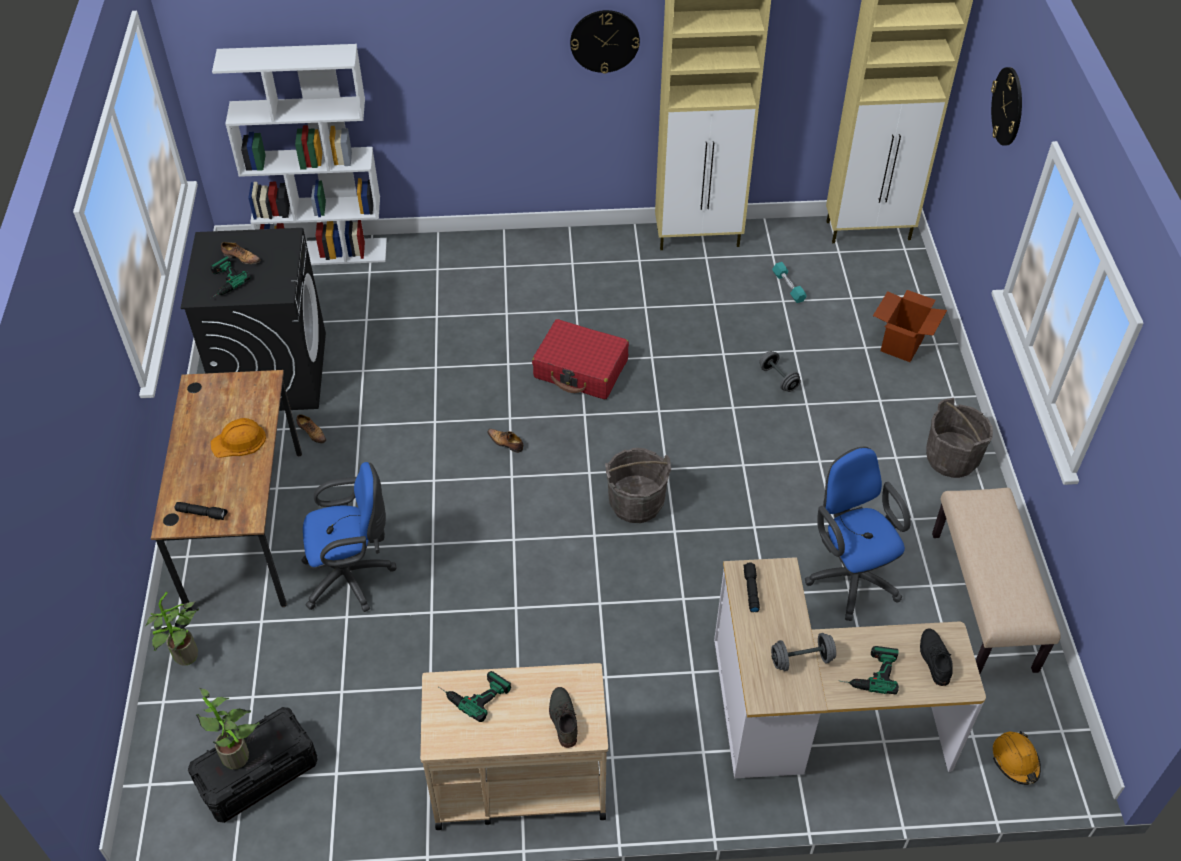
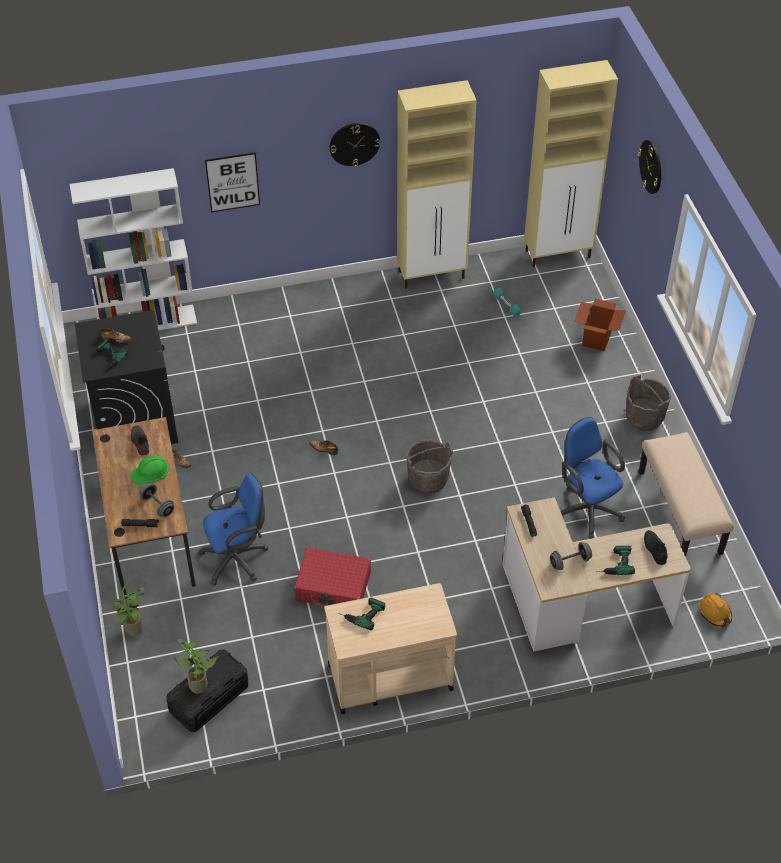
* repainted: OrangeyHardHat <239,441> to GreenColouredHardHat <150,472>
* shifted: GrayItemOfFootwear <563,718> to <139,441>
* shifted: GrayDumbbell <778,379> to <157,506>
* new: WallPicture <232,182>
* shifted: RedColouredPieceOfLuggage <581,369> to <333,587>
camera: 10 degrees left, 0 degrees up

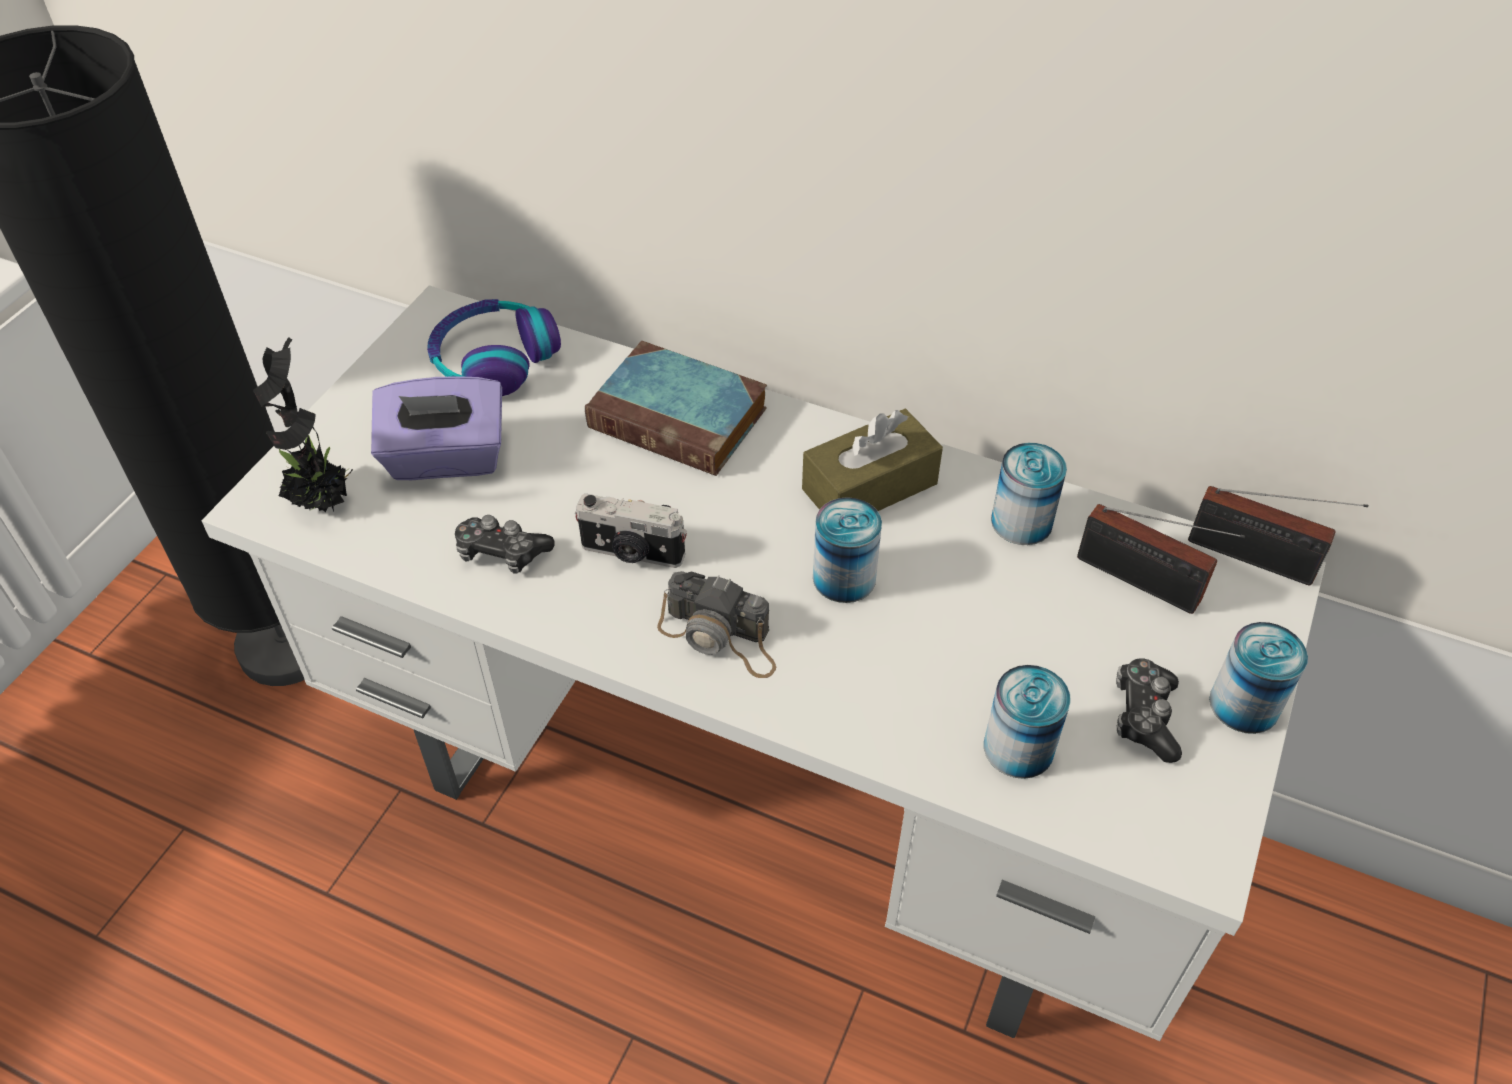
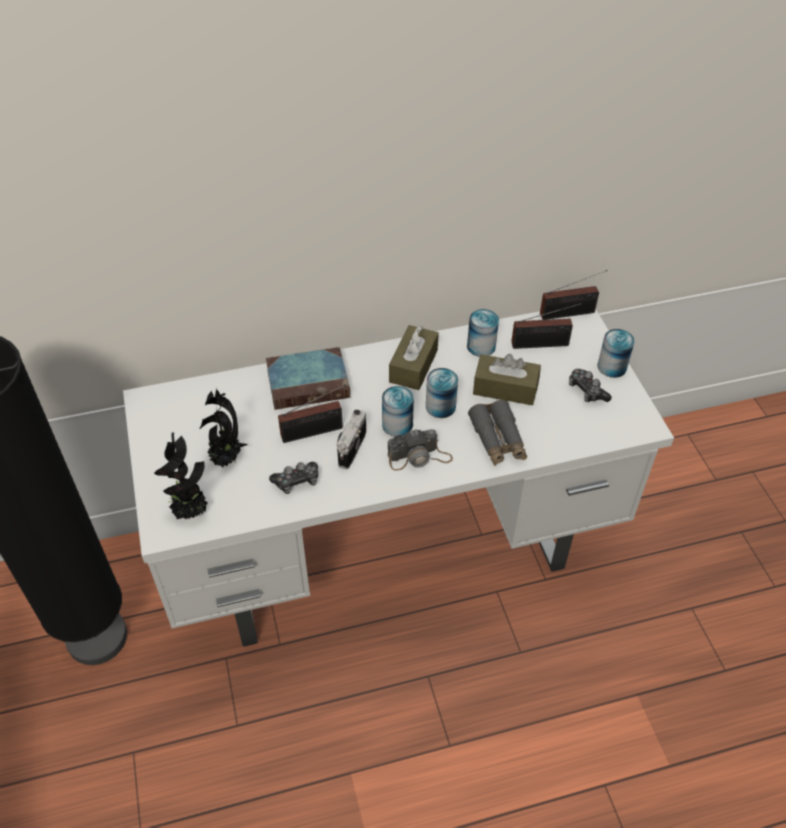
* swapped: PurpleTissueHolder <446,458> to PottedPlant <226,459>
* new: RadioSet <315,431>
* rotated: StillCamera <632,553> = <350,448> 135 degrees clockwise
* shifted: SealedCan <1018,748> to <397,425>
* new: GrayFieldGlasses <498,440>
* new: BrownColouredTissueHolder <505,388>
* gone: PairOfHeadphones <494,359>
camera: 40 degrees left, 0 degrees up

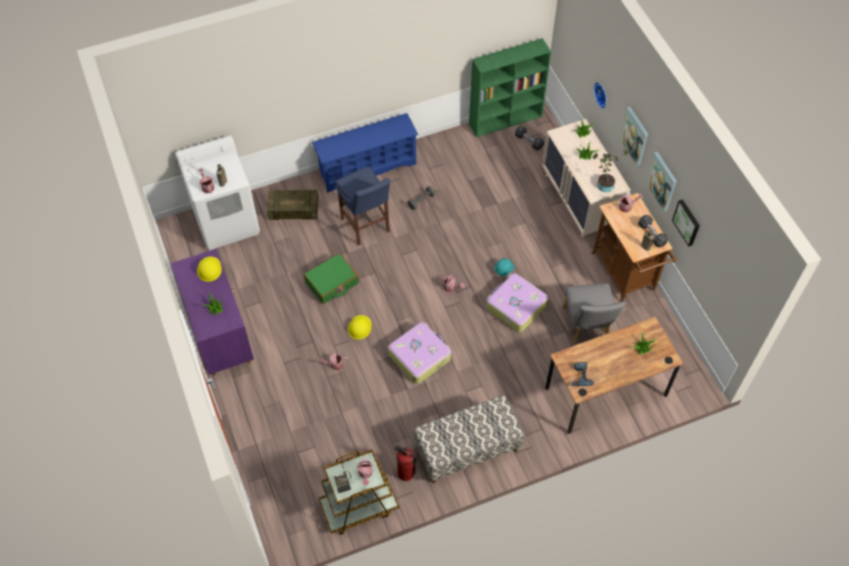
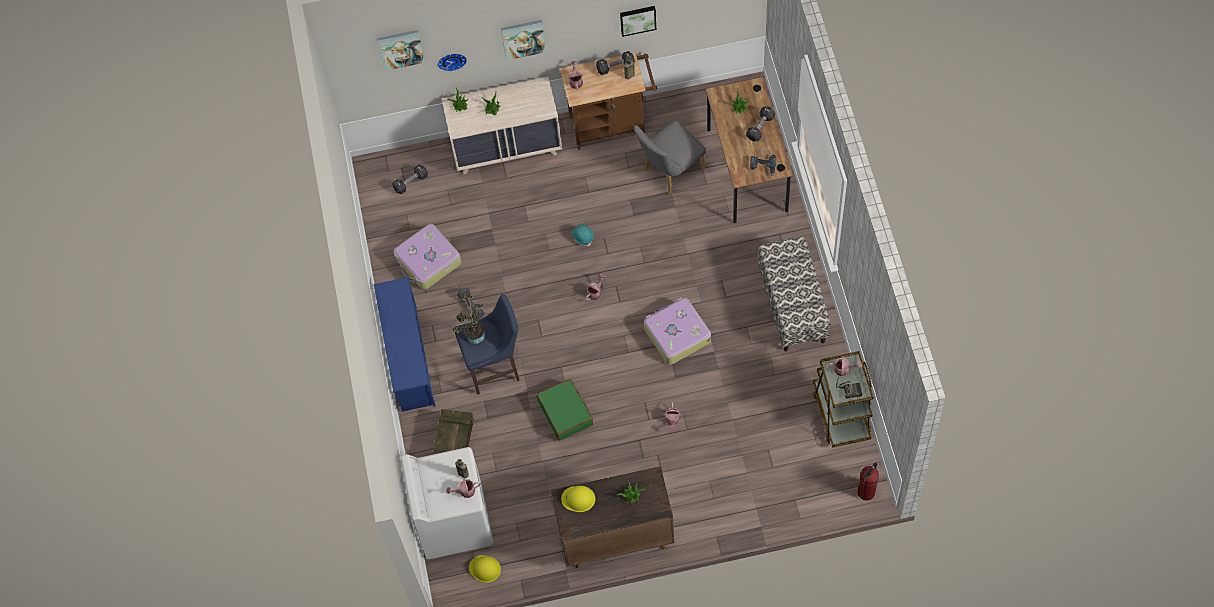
* shifted: WallPicture <662,181> to <401,49>
* shifted: PieceOfLuggage <515,306> to <428,262>
* shifted: PottedPlant <603,184> to <473,336>
* shifted: YellowishHardHat <359,327> to <485,568>
* repainted: PurpleCupboard <220,336> to BrownColouredCupboard <615,537>
* rotated: GrayChair <587,327> = <670,171> 135 degrees clockwise
* new: BlackishDumbbell <760,127>
* shifted: Extinguisher <406,473> to <866,492>
* gone: GreenColouredShelvingUnit <506,119>
camera: 75 degrees left, 5 degrees up

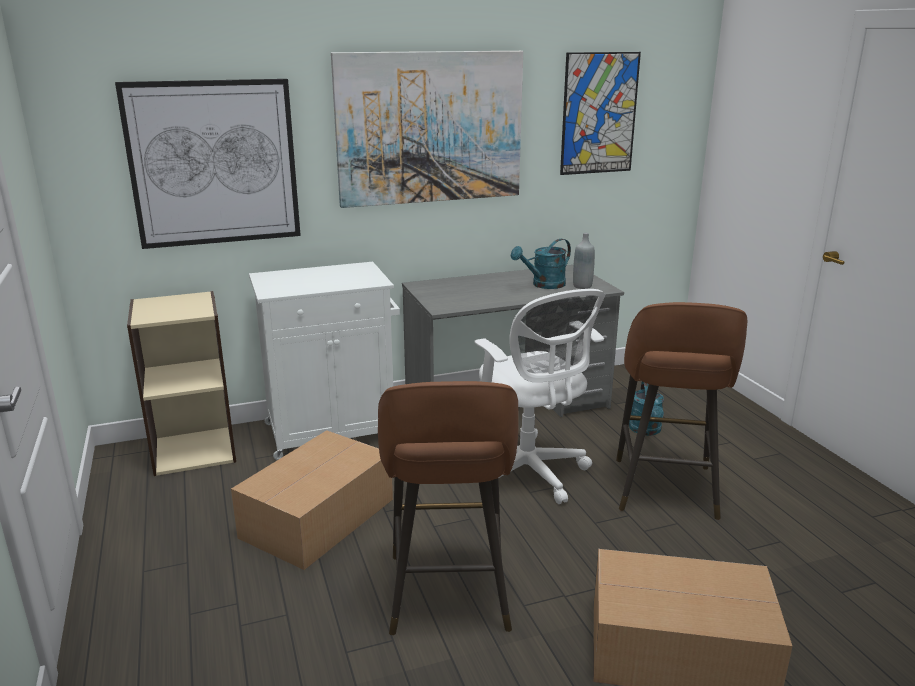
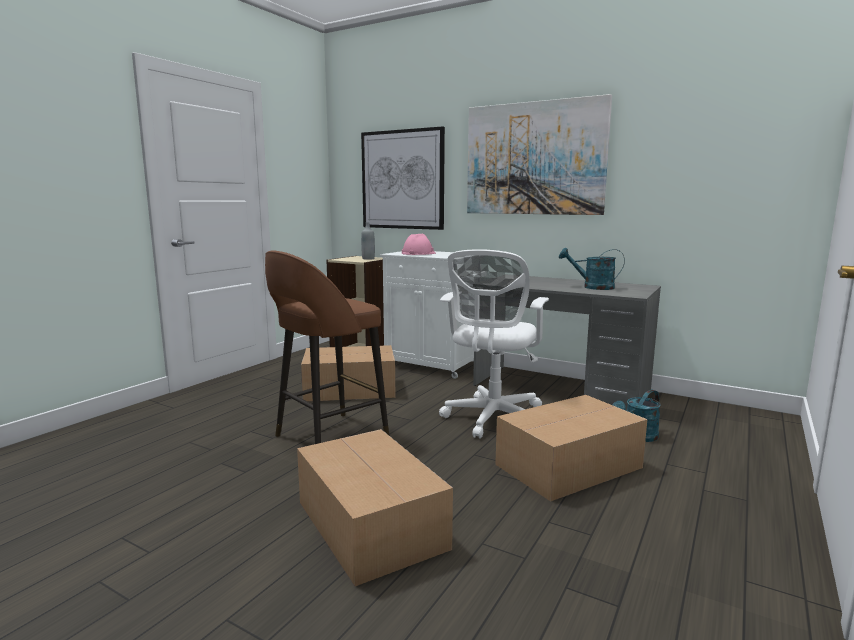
* shifted: GrayDrinkBottle <582,286> to <368,258>
* new: PinkHardHat <418,253>
* swapped: BrownColouredStoolSeat <665,490> to Carton <566,466>
* gone: WallPicture <599,114>
camera: 50 degrees right, 10 degrees down

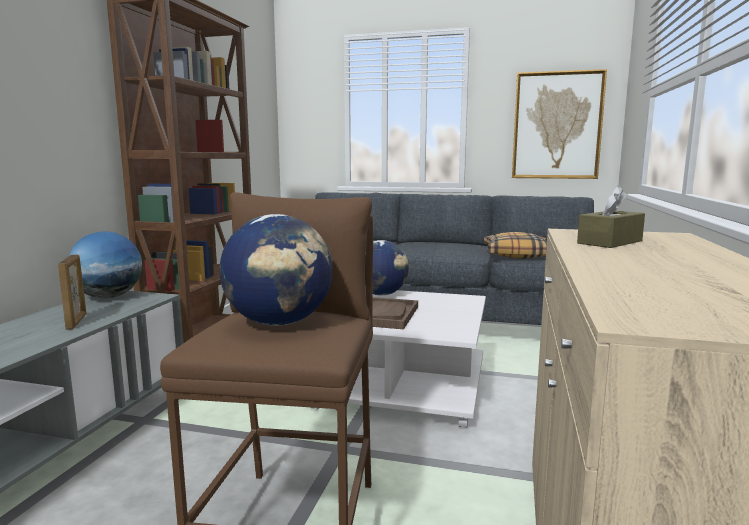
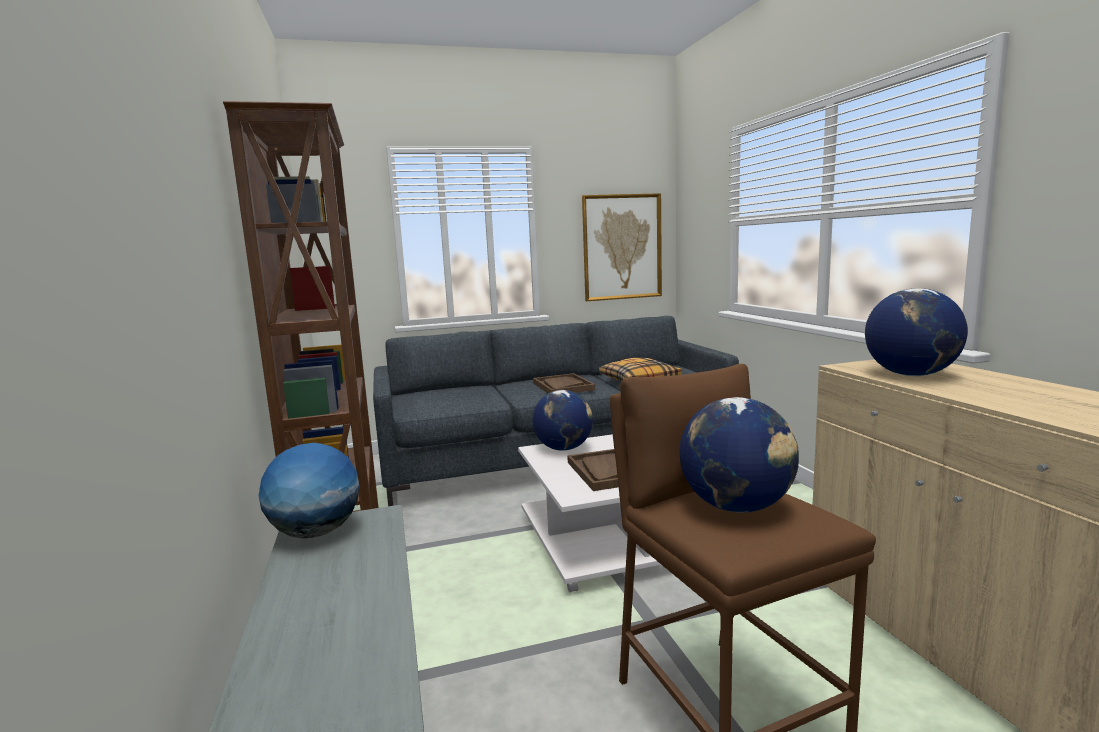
* new: BrownColouredServingTray <563,386>
* swapped: BrownColouredTissueHolder <610,242> to DeskGlobe <911,375>
* gone: StandingFrame <76,322>
camera: 30 degrees left, 0 degrees up

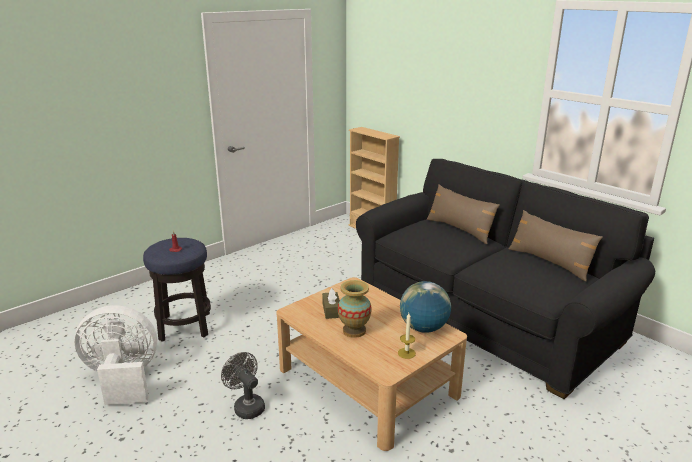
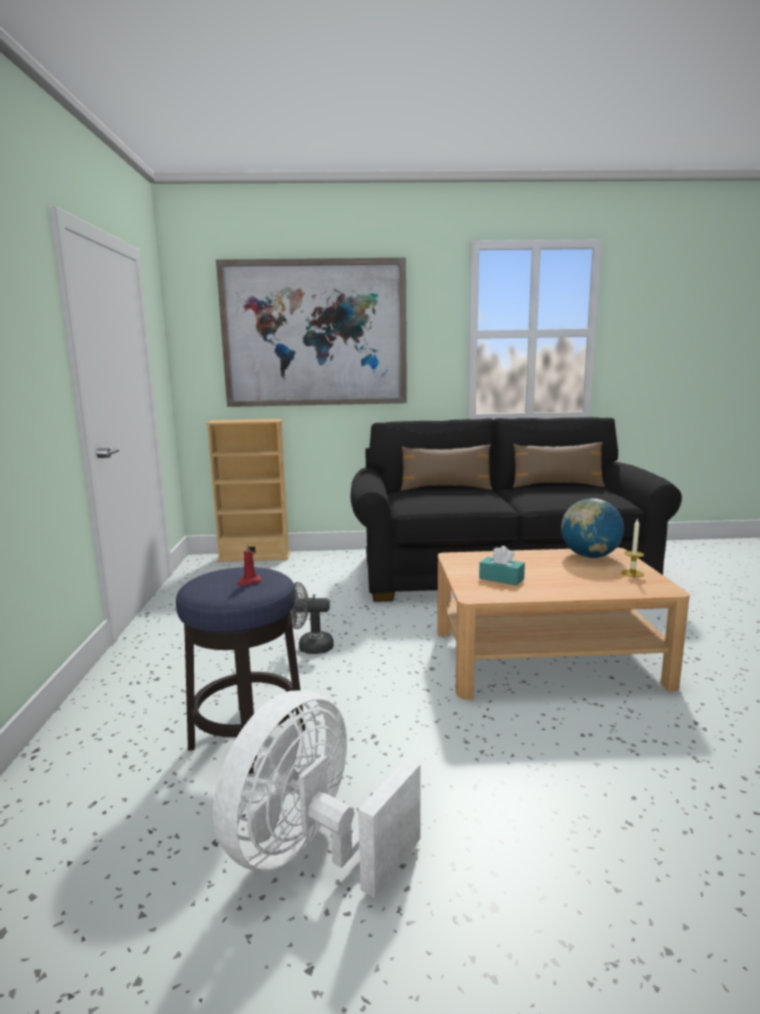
* new: WallPicture <315,334>
* shifted: GrayCoolingFan <246,406> to <309,647>
* repainted: BrownColouredTissueHolder <331,310> to TurquoiseColouredTissueHolder <501,578>
* gone: Vase <354,331>
camera: 50 degrees left, 10 degrees down

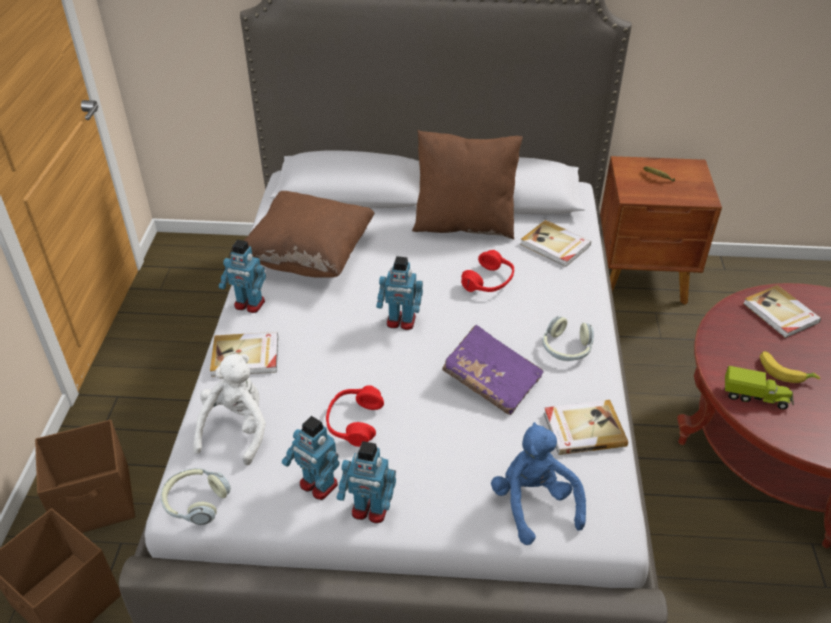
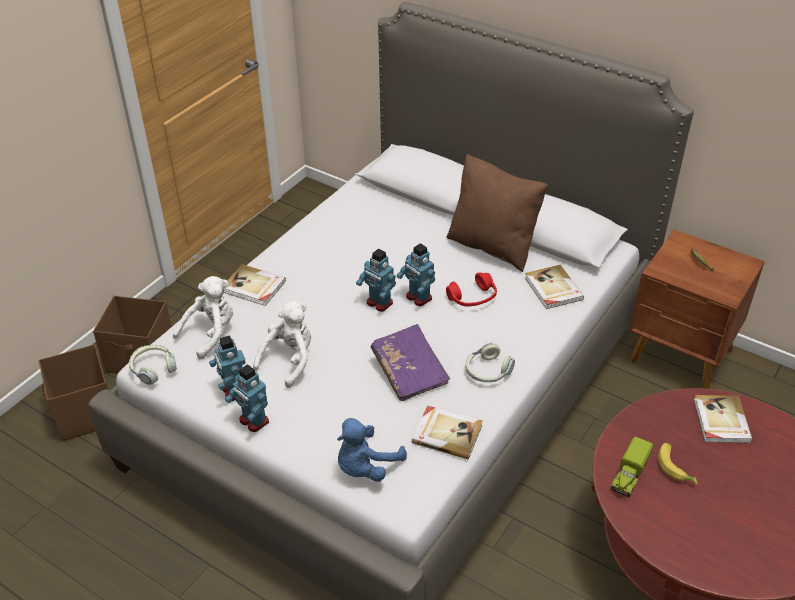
* swapped: RedColouredPairOfHeadphones <354,422> to WhiteColouredPlushToy <289,360>
* rotated: BluishPlushToy <534,503> = <366,467> 150 degrees counterclockwise
* shifted: RobotFigure <249,304> to <418,298>
* rotated: ModelTruck <756,397> = <629,476> 75 degrees clockwise
* gone: BrownColouredThrowPillow <309,257>
camera: 30 degrees right, 0 degrees up

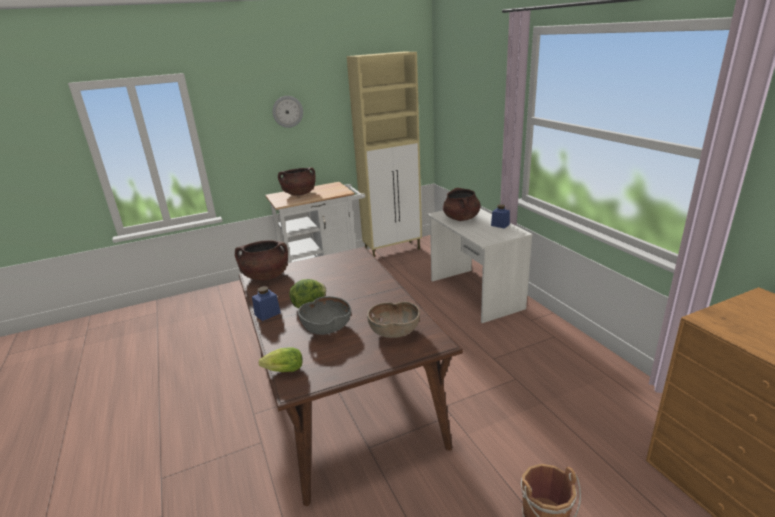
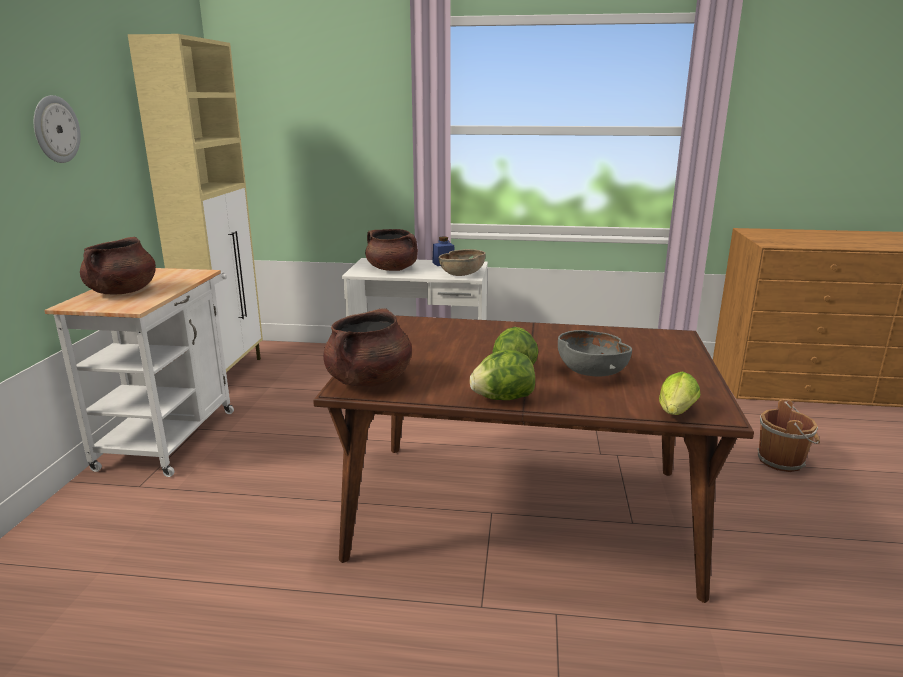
* shifted: BrownColouredBowl <394,332> to <462,274>
* swapped: BluishJar <267,314> to LettuceHead <502,398>
camera: 60 degrees left, 5 degrees down

